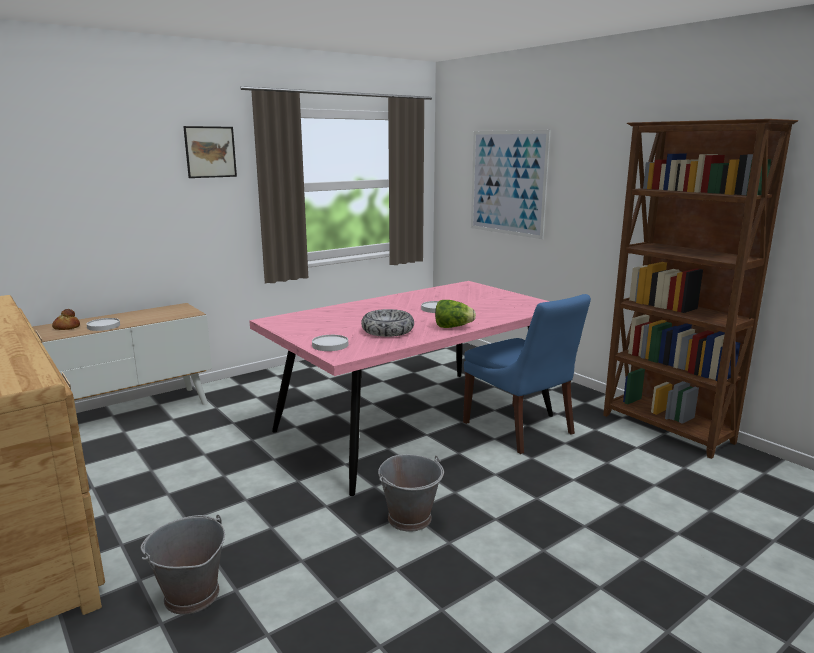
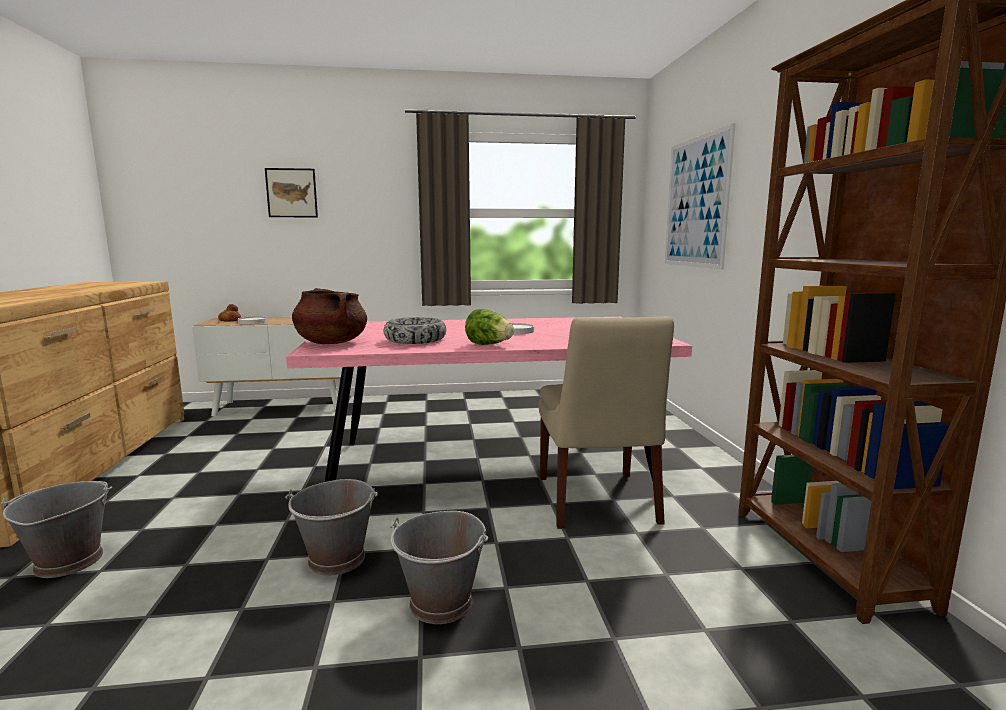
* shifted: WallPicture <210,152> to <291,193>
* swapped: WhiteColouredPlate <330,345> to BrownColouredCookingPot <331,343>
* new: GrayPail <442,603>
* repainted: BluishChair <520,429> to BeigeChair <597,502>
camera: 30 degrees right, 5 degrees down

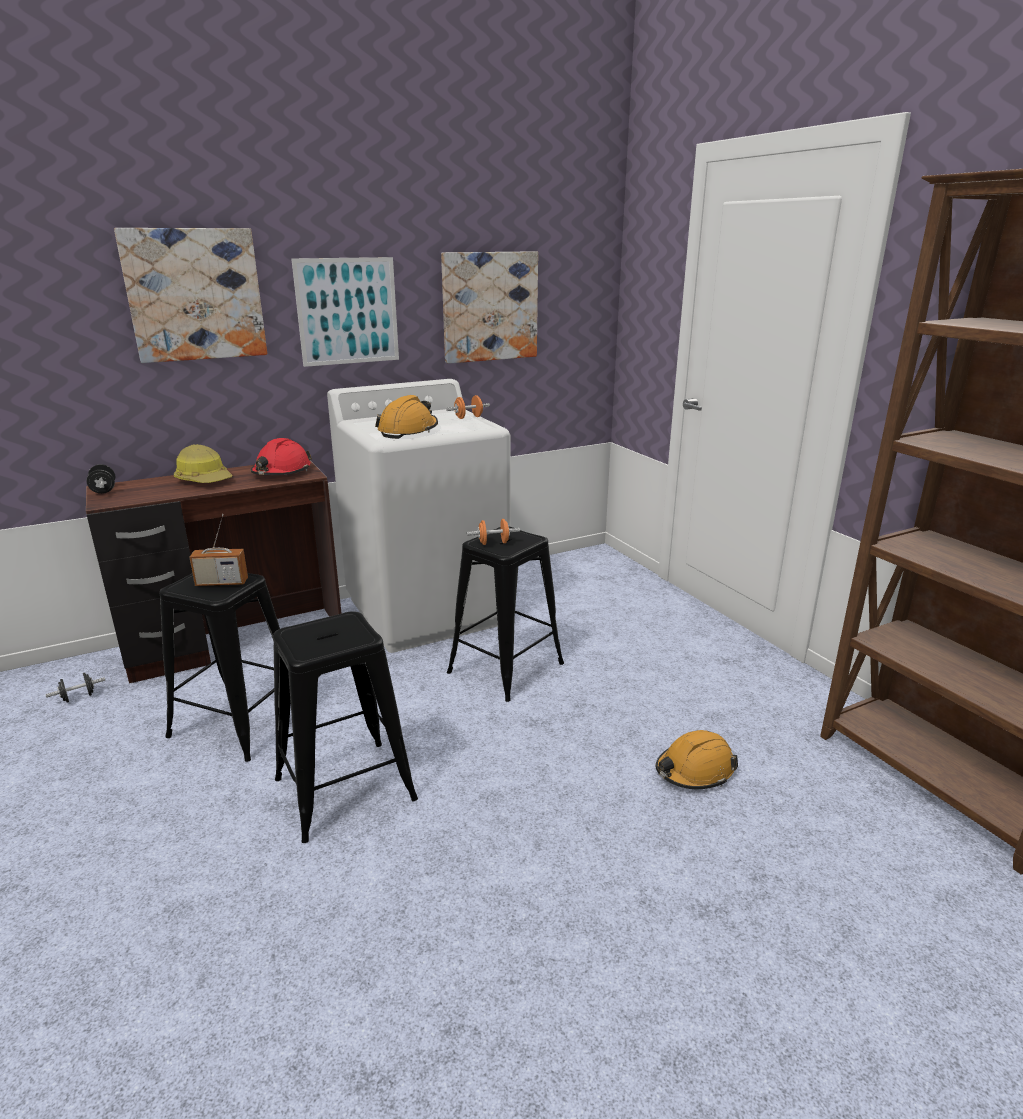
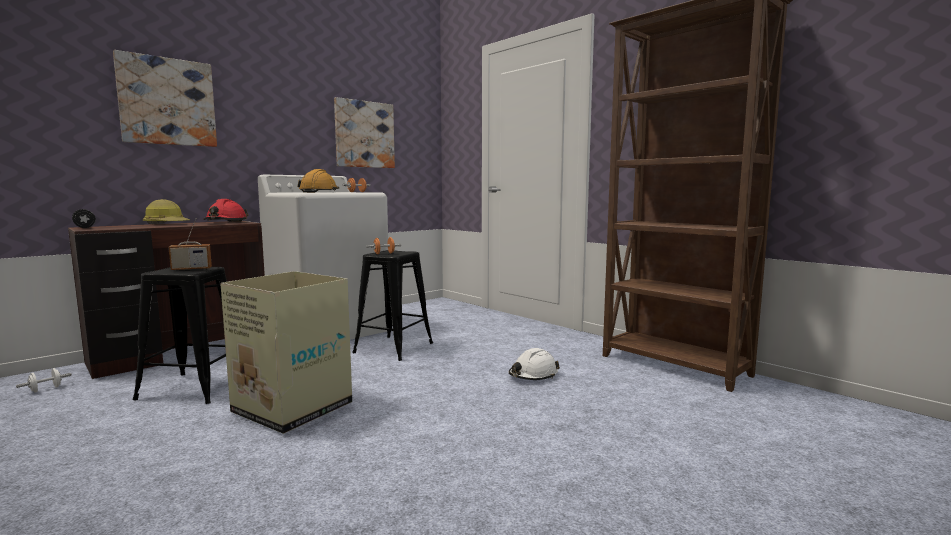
* repainted: BlackishDumbbell <78,697> to WhiteColouredDumbbell <46,389>
* swapped: BlackishStoolSeat <345,789> to Carton <291,408>
* repainted: OrangeyHardHat <694,771> to WhiteColouredHardHat <533,375>
* gone: WallPicture <347,311>
camera: 15 degrees left, 15 degrees down

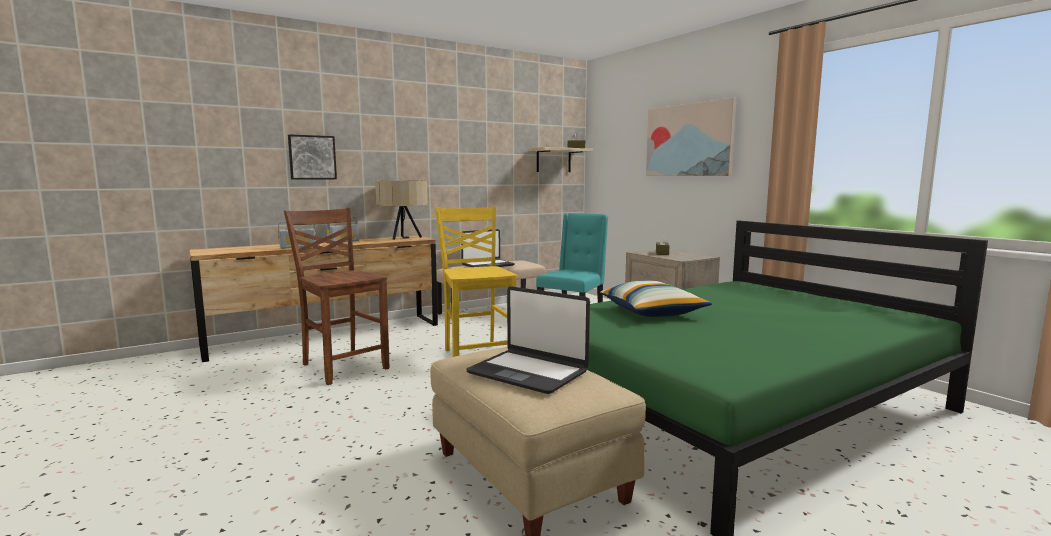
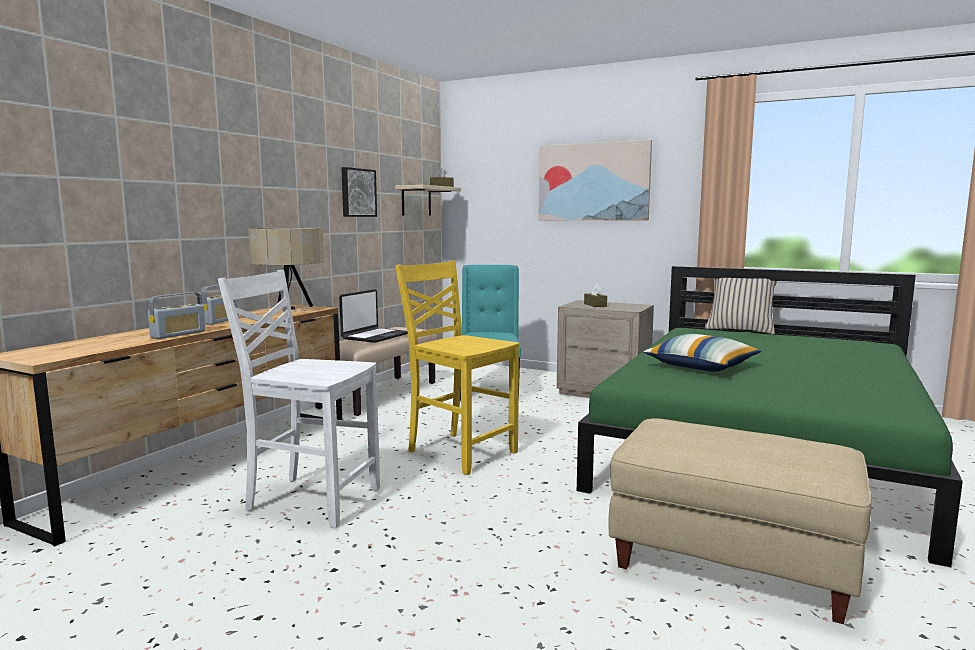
* repainted: BrownColouredChair <343,366> to WhiteColouredChair <311,499>
* shifted: WallPicture <312,157> to <357,192>
* new: BeigeThrowPillow <740,330>
* gone: Laptop <528,372>
camera: 30 degrees left, 0 degrees up

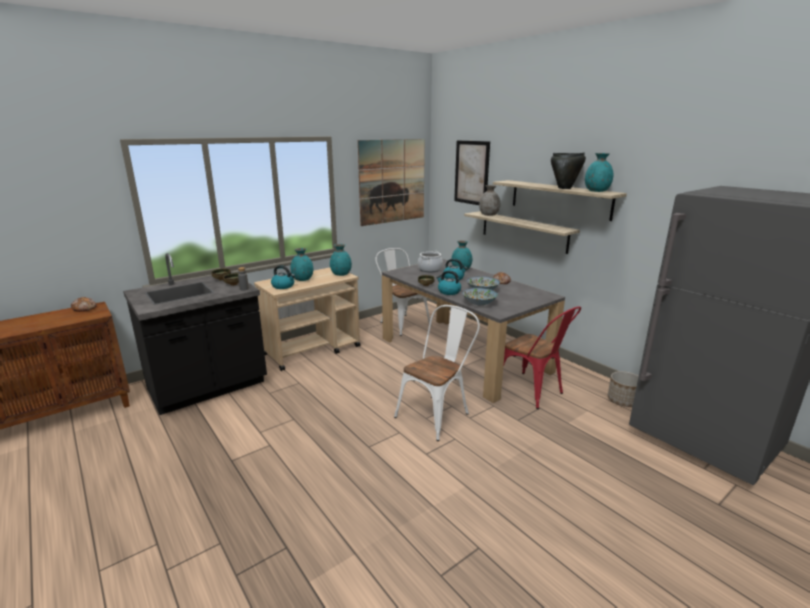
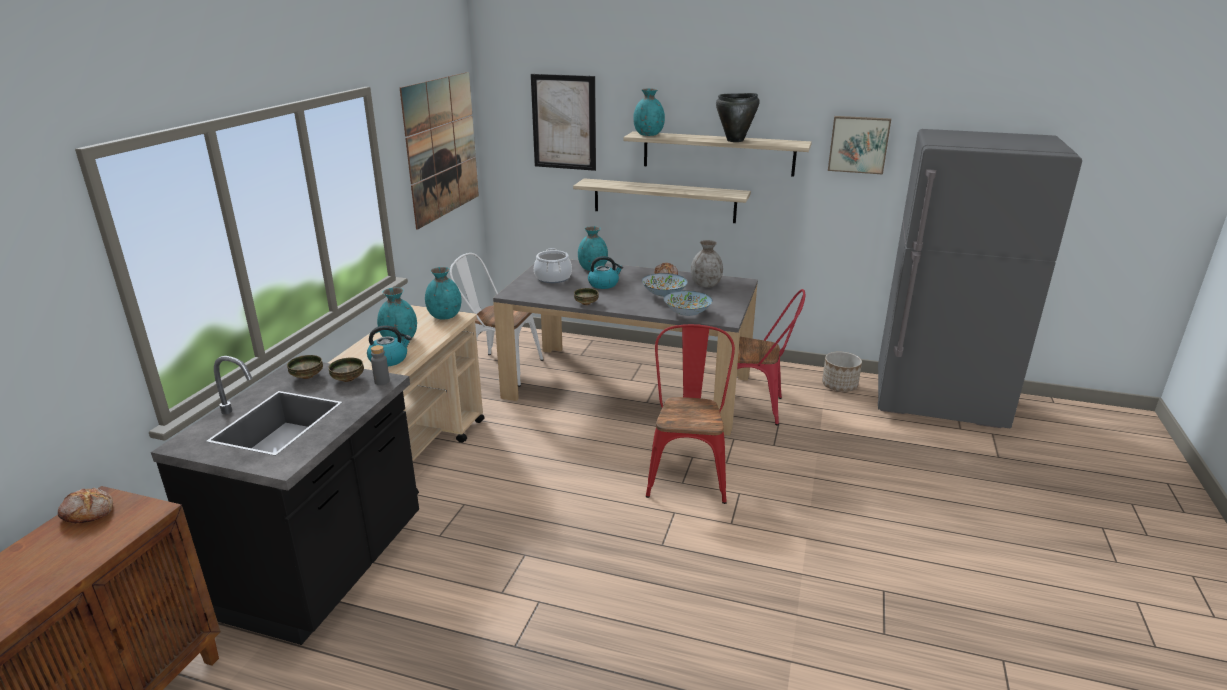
* shifted: TurquoiseColouredVase <596,191> to <648,135>
* repainted: WhiteColouredChair <437,413> to RedColouredChair <687,472>
* shifted: GrayVase <489,215> to <706,285>
* new: WallPicture <858,144>
* gone: Kettle <448,292>
camera: 35 degrees left, 5 degrees up

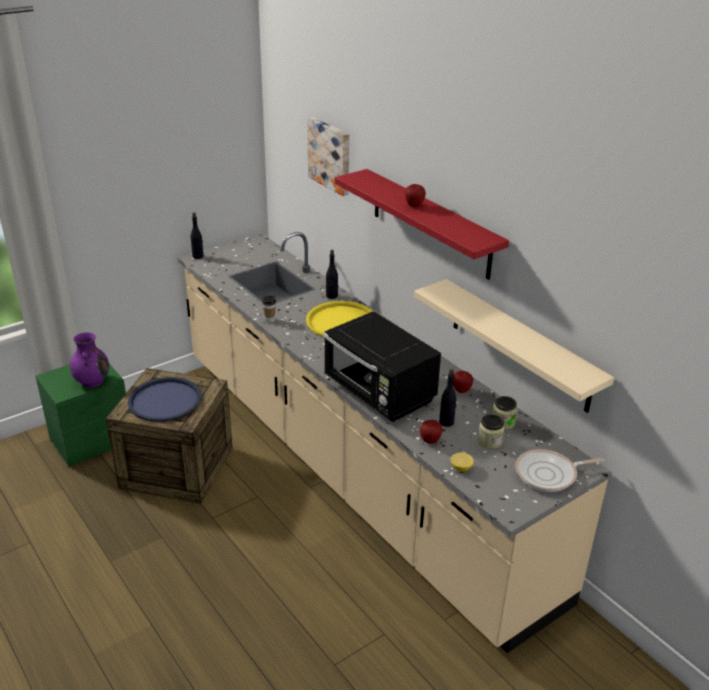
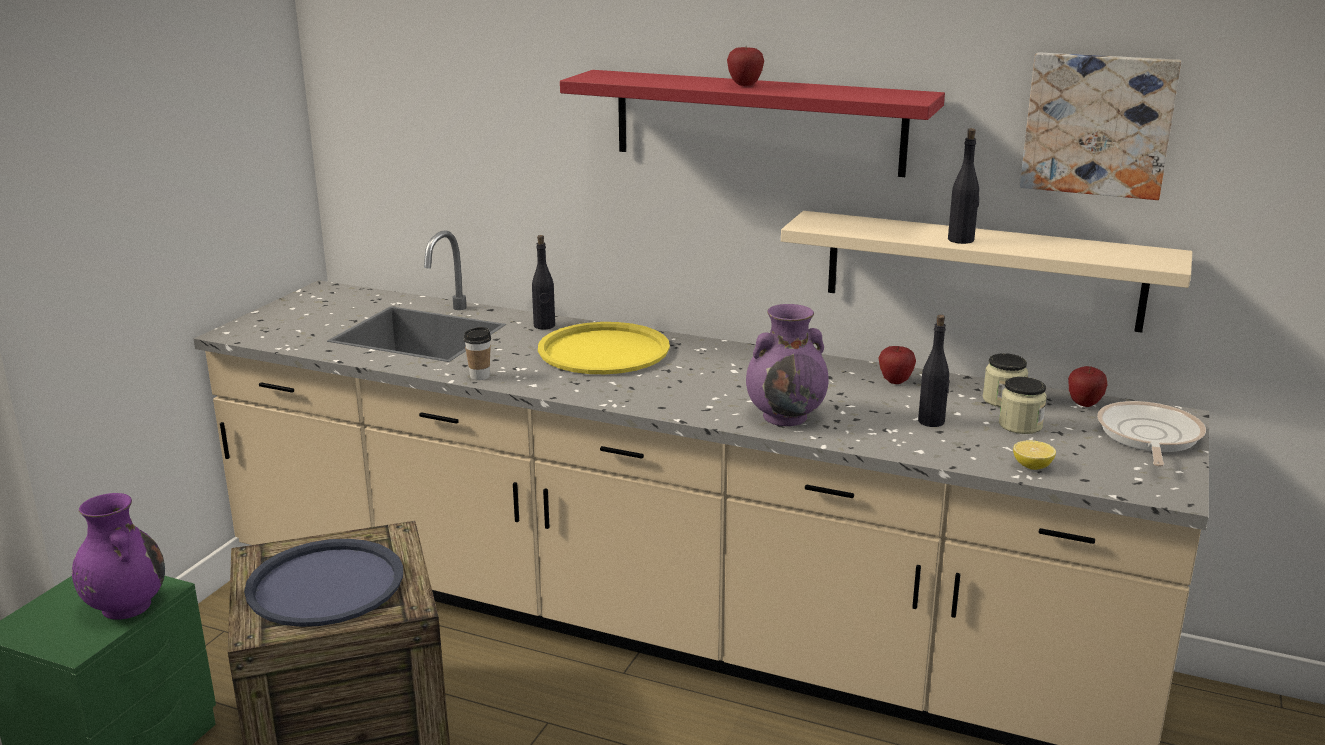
* swapped: BlackishMicrowave <379,393> to PurpleVase <786,416>
* shifted: BlackishDrinkBottle <198,256> to <961,240>
* shifted: WallPicture <331,155> to <1098,124>
* shifted: Apple <430,441> to <1084,404>
* rotated: Pan <549,474> = <1148,437> 150 degrees clockwise
camera: 30 degrees left, 10 degrees down

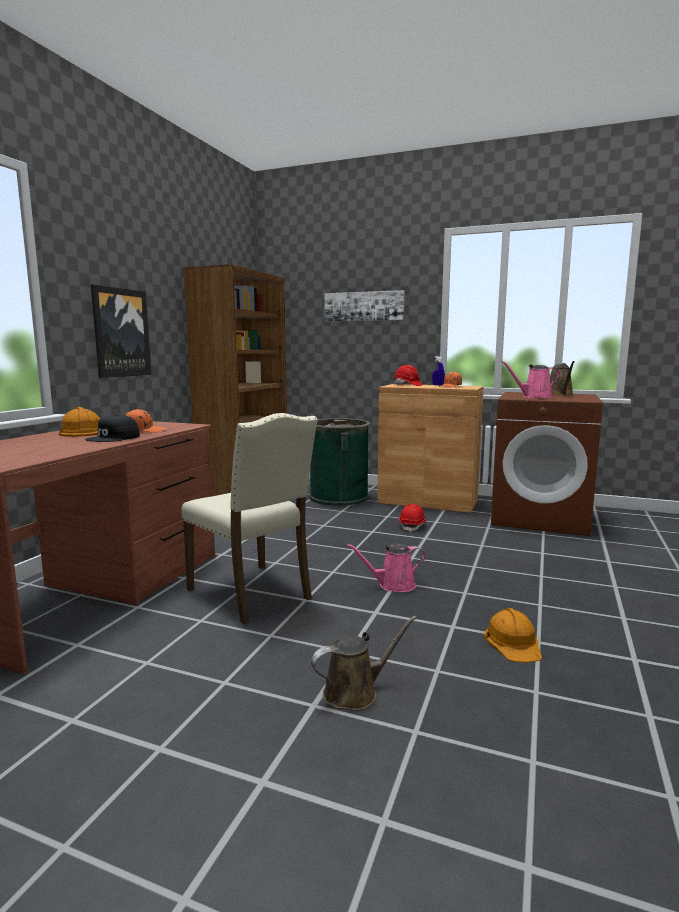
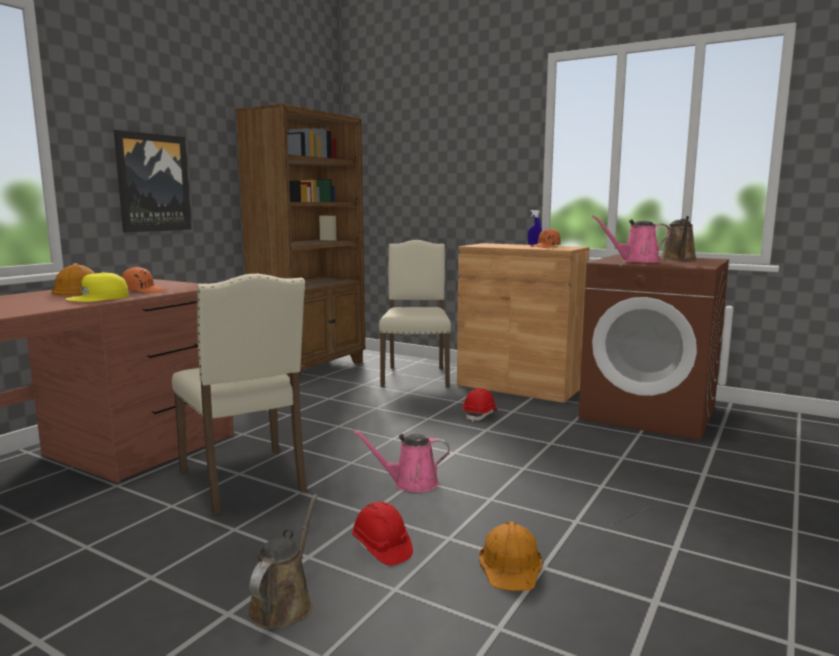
* repainted: BlackishBaseballCap <114,438> to YellowishBaseballCap <99,298>
* rotated: BrownColouredSprinklingCan <355,692> = <283,604> 60 degrees counterclockwise
* shifted: RedColouredHardHat <407,385> to <381,548>
* swapped: GreenColouredRubbishBin <339,497> to BeigeChair <416,376>
* gone: WallPicture <364,306>
camera: 10 degrees right, 0 degrees up

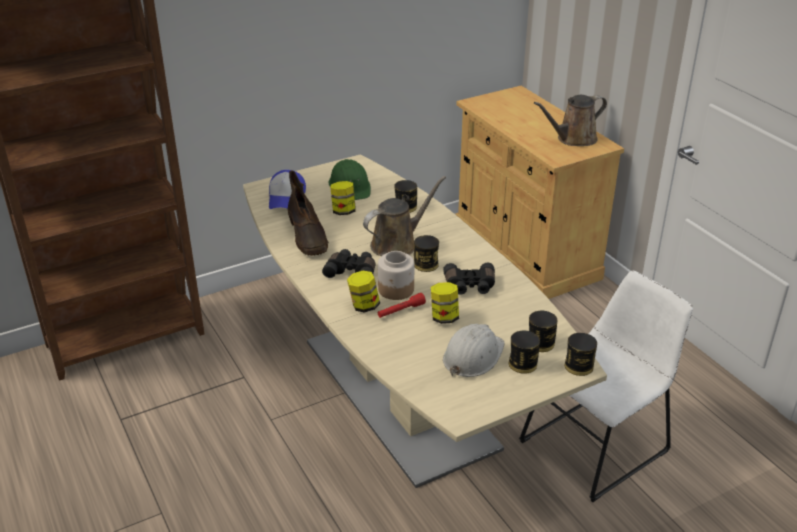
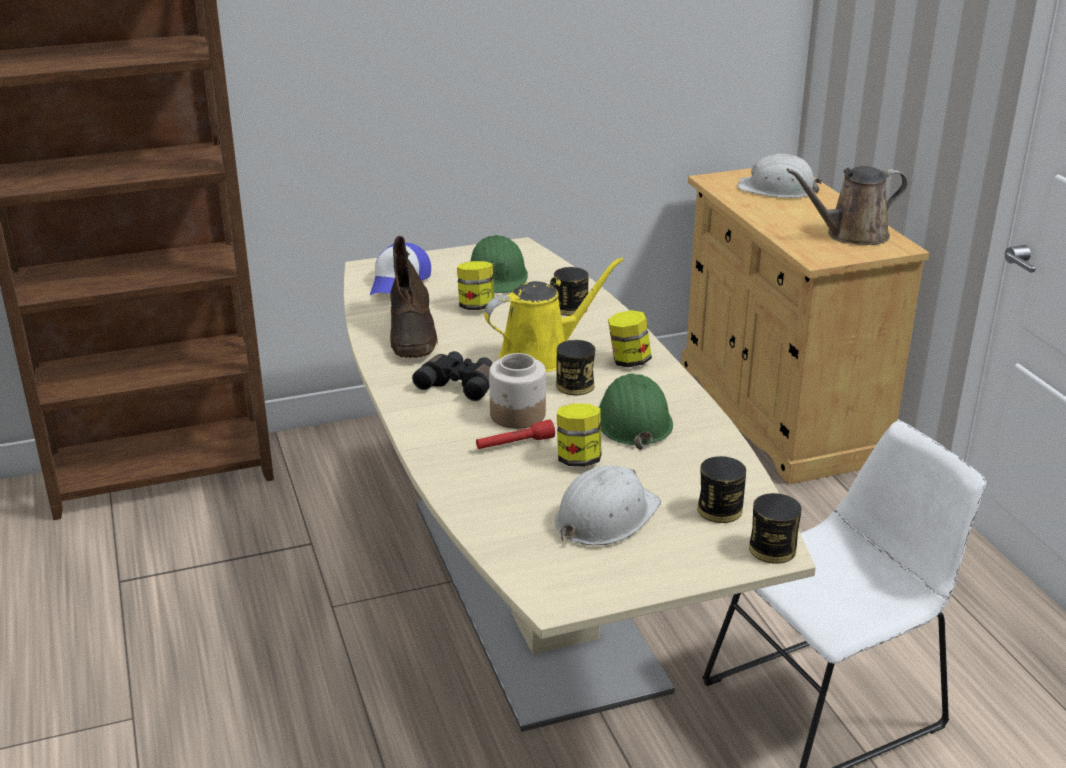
* repainted: BrownColouredSprinklingCan <397,244> to YellowishSprinklingCan <541,355>
* swapped: BlackishFieldGlasses <470,286> to GreenColouredHardHat <633,421>
* shifted: Jar <364,306> to <628,361>
* new: WhiteColouredHardHat <777,189>
* gone: SealedCan <522,364>
camera: 10 degrees right, 5 degrees down

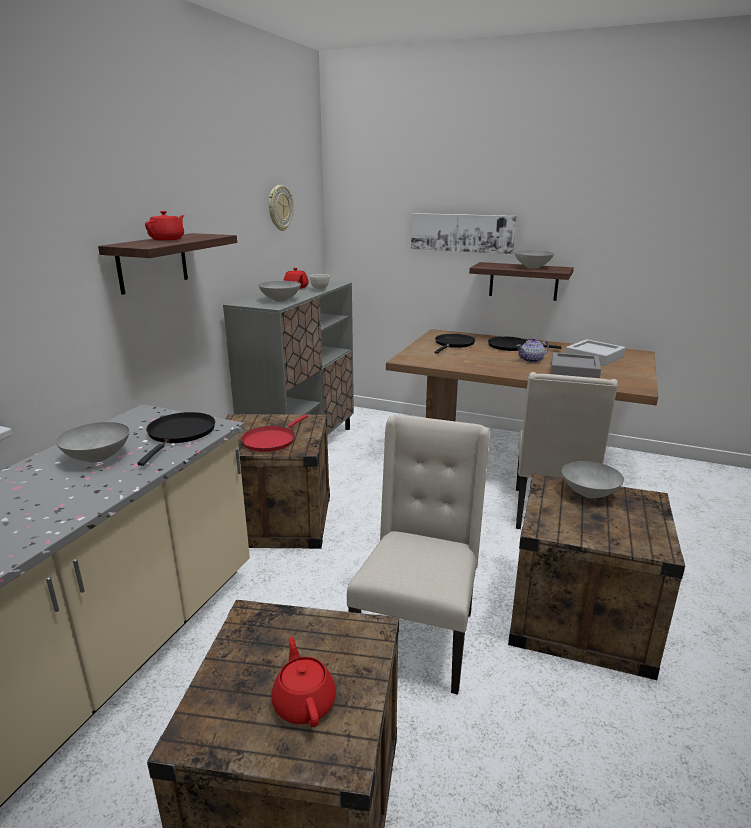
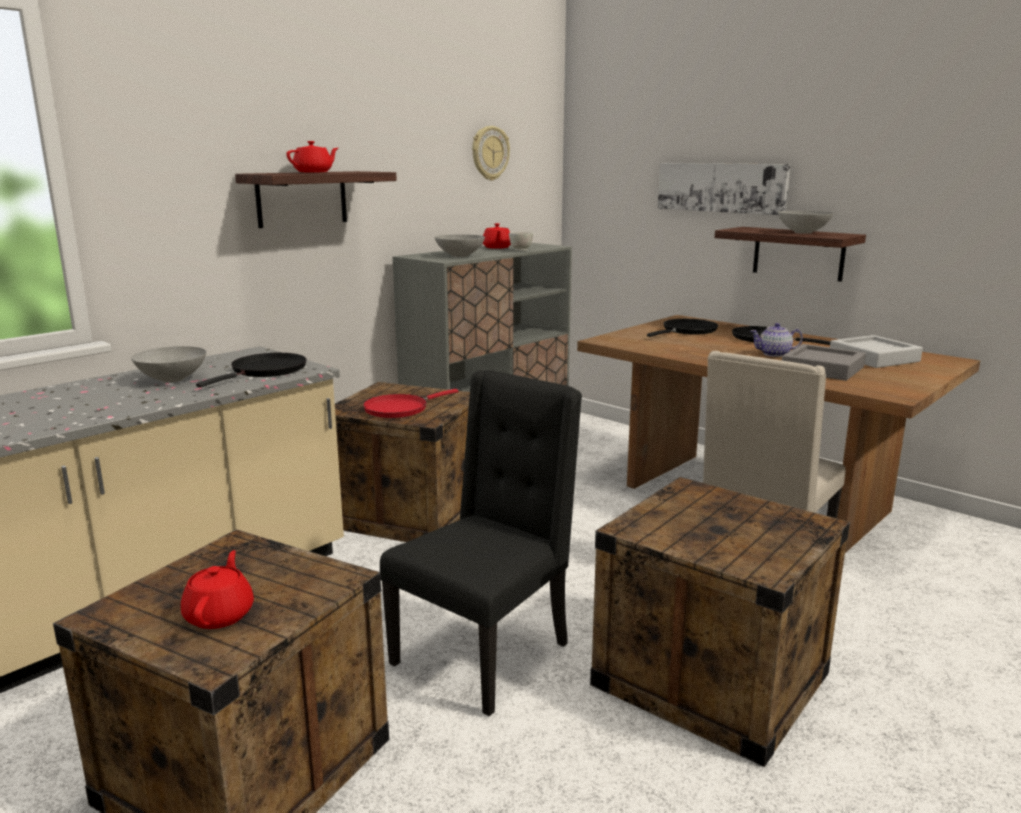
* repainted: BeigeChair <417,637> to BlackishChair <485,653>
* gone: GrayBowl <589,493>
camera: 20 degrees right, 5 degrees down

